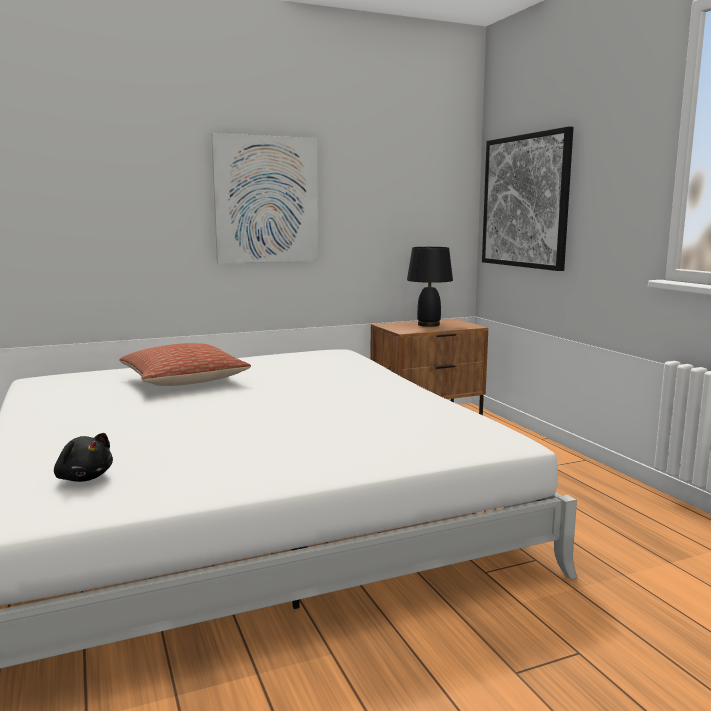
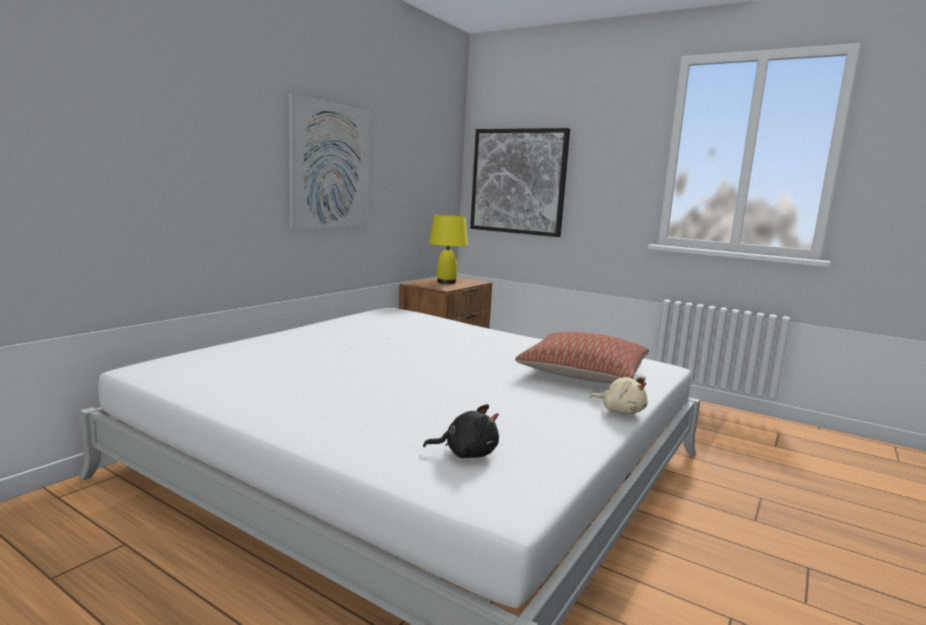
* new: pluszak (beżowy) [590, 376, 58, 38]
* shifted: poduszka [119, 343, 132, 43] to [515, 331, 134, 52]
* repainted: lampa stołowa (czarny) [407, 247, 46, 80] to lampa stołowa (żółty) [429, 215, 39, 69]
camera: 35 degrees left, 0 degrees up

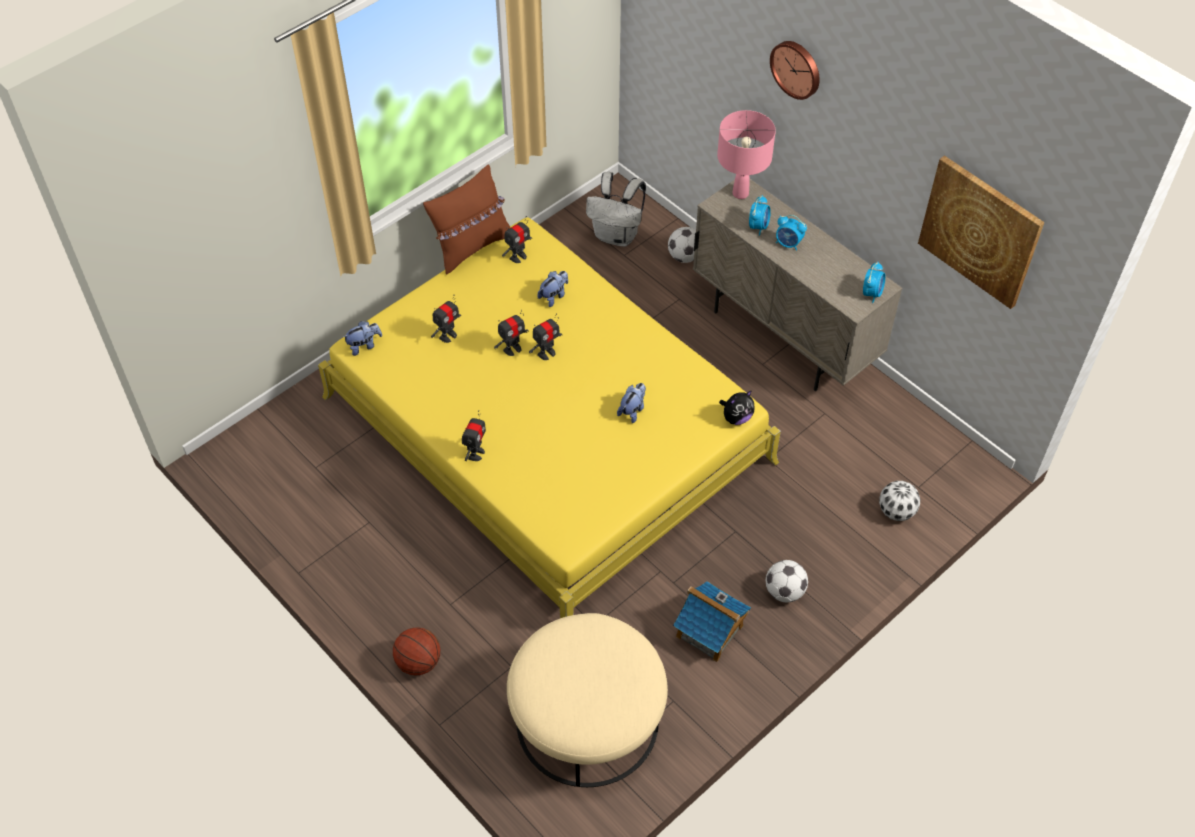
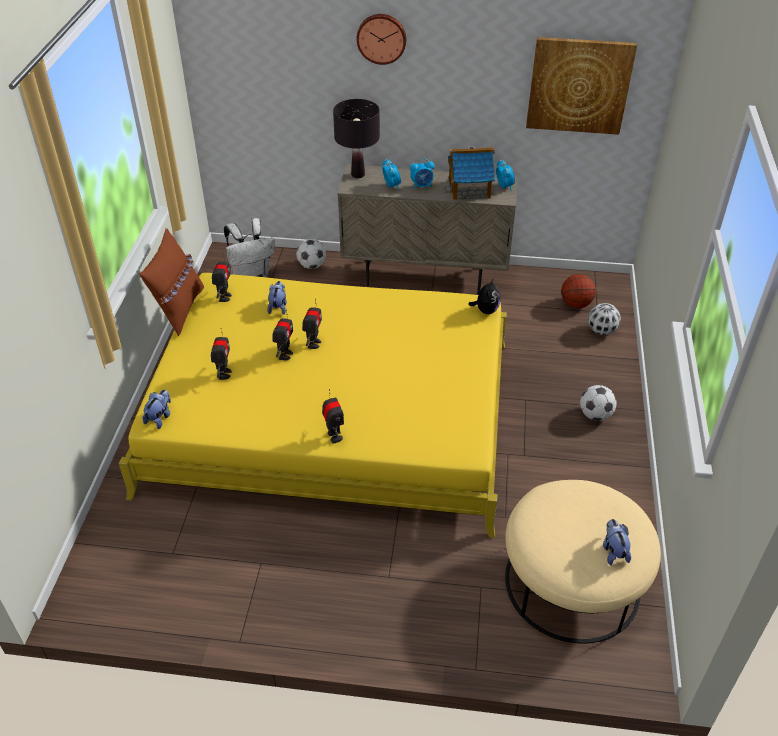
* shifted: piłka do koszykówki [393, 627, 47, 49] to [561, 274, 35, 34]
* shifted: pluszak [617, 383, 29, 40] to [603, 519, 28, 46]
* shifted: domek [673, 581, 78, 81] to [445, 146, 50, 54]
* repainted: lampa stołowa (różowy) [717, 110, 59, 89] to lampa stołowa (czarny) [333, 99, 47, 79]
camera: 40 degrees left, 10 degrees down

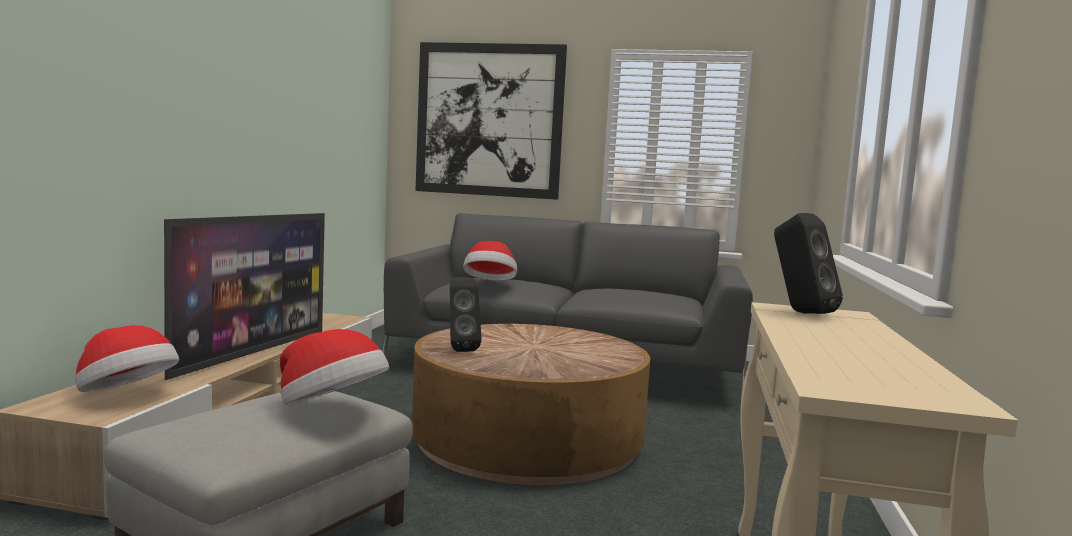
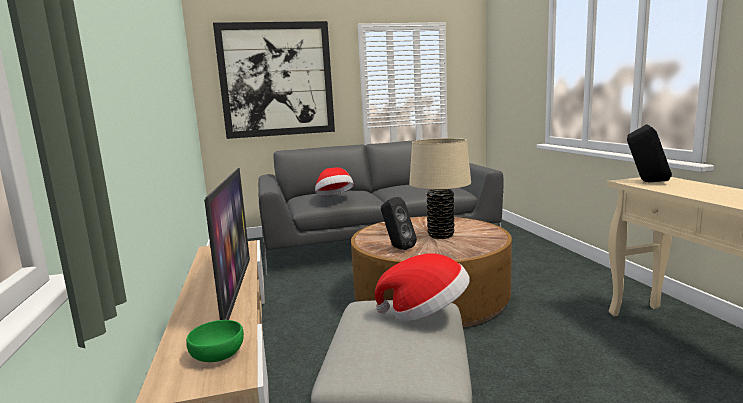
* new: lampa stołowa (beżowy) [409, 138, 62, 101]
* swapped: kapelusz [75, 325, 104, 67] to miska (zielony) [186, 320, 58, 42]
camera: 25 degrees left, 5 degrees up

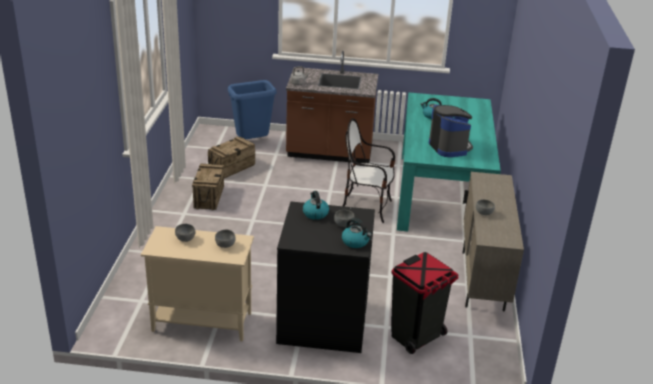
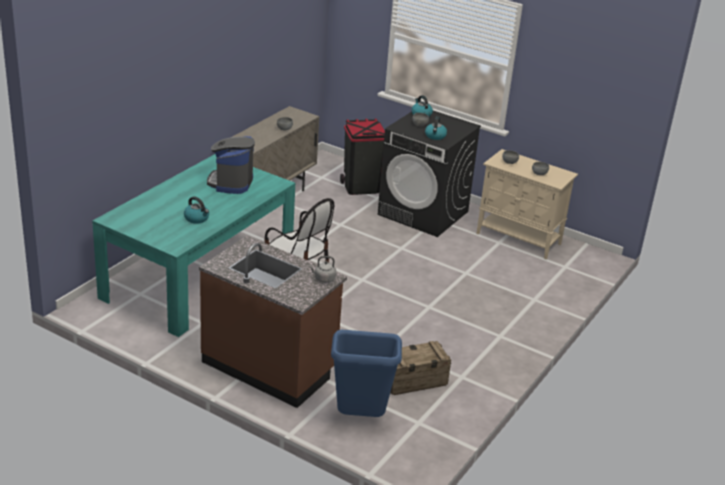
* gone: skrzynka [192, 164, 32, 46]
camera: 155 degrees left, 0 degrees up

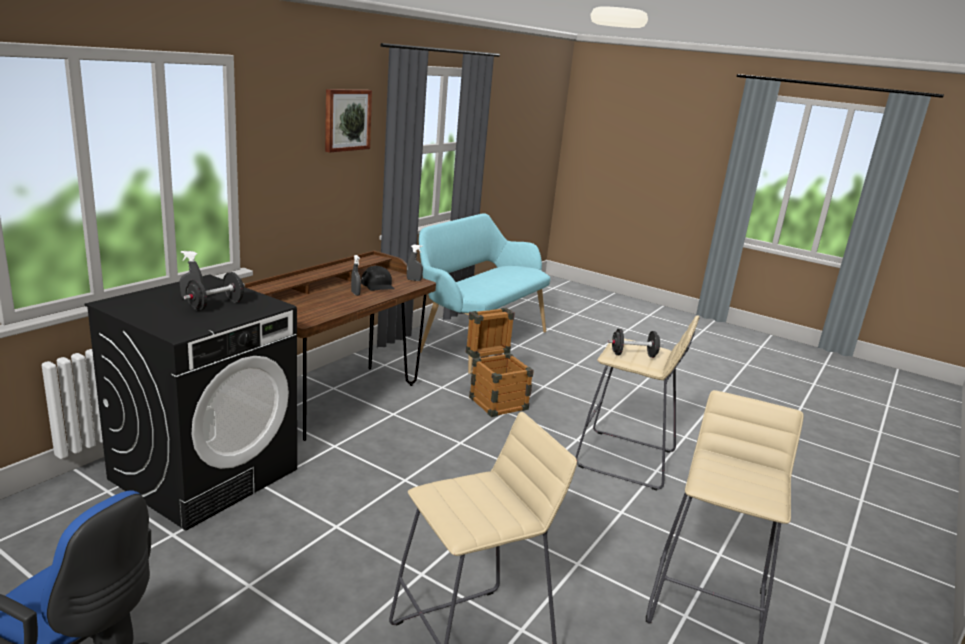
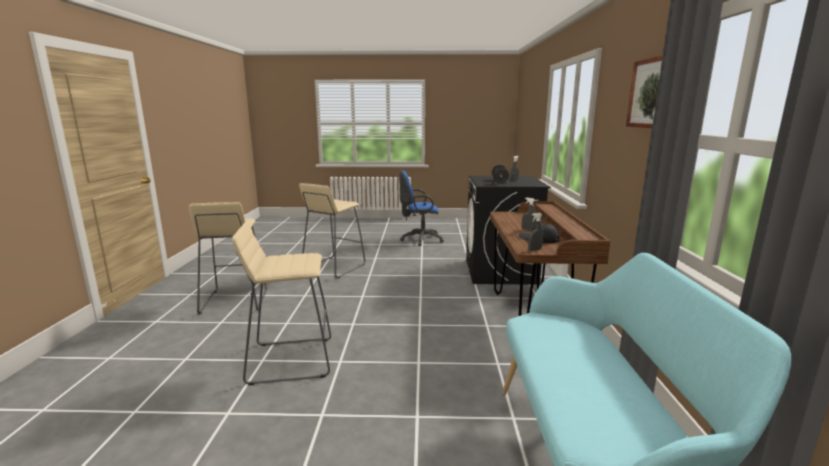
* gone: skrzynka [466, 308, 68, 109]
* gone: hantel (czarny) [608, 329, 56, 29]
camera: 150 degrees right, 5 degrees down

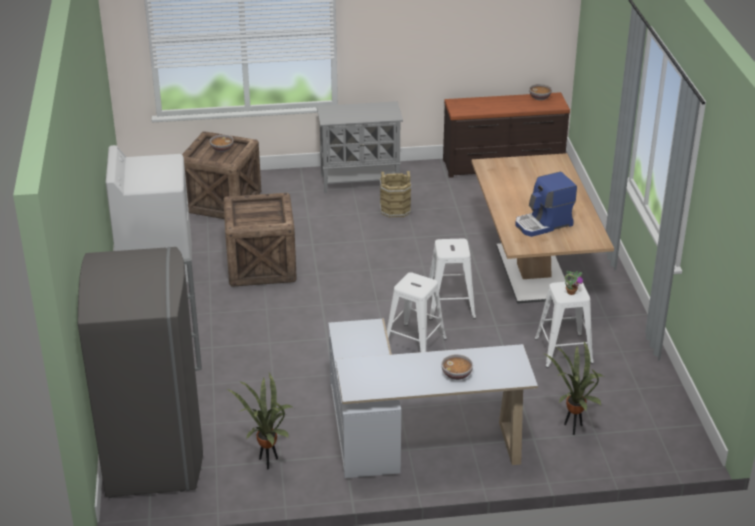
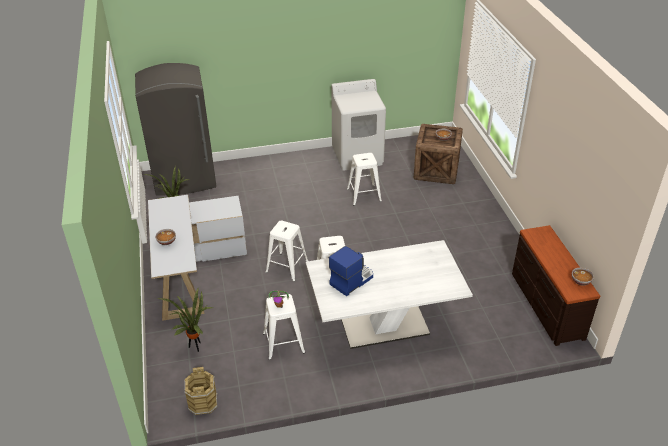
* gone: szafka (szary) [317, 101, 86, 93]
* shifted: wiadro (brązowy) [380, 171, 31, 47] to [184, 367, 34, 48]
* swapped: skrzynka [223, 193, 74, 94] to stołek (biały) [347, 153, 35, 53]
* repainted: stół jadalny (brązowy) [471, 153, 143, 151] to stół jadalny (biały) [306, 240, 167, 109]
* rotated: ekspres do kawy [515, 172, 62, 65] = [329, 246, 44, 50] 75 degrees clockwise
camera: 85 degrees right, 5 degrees up

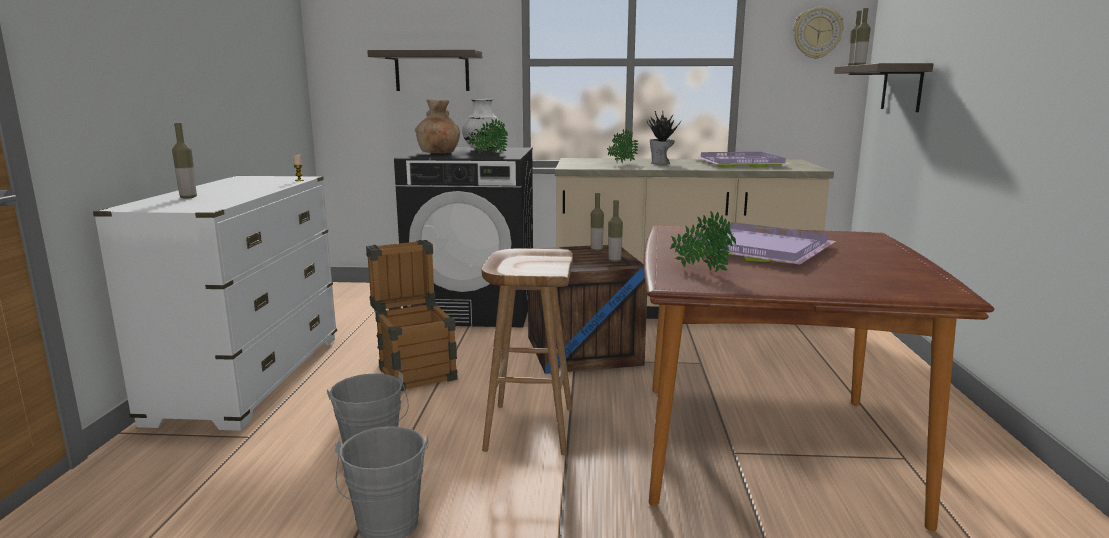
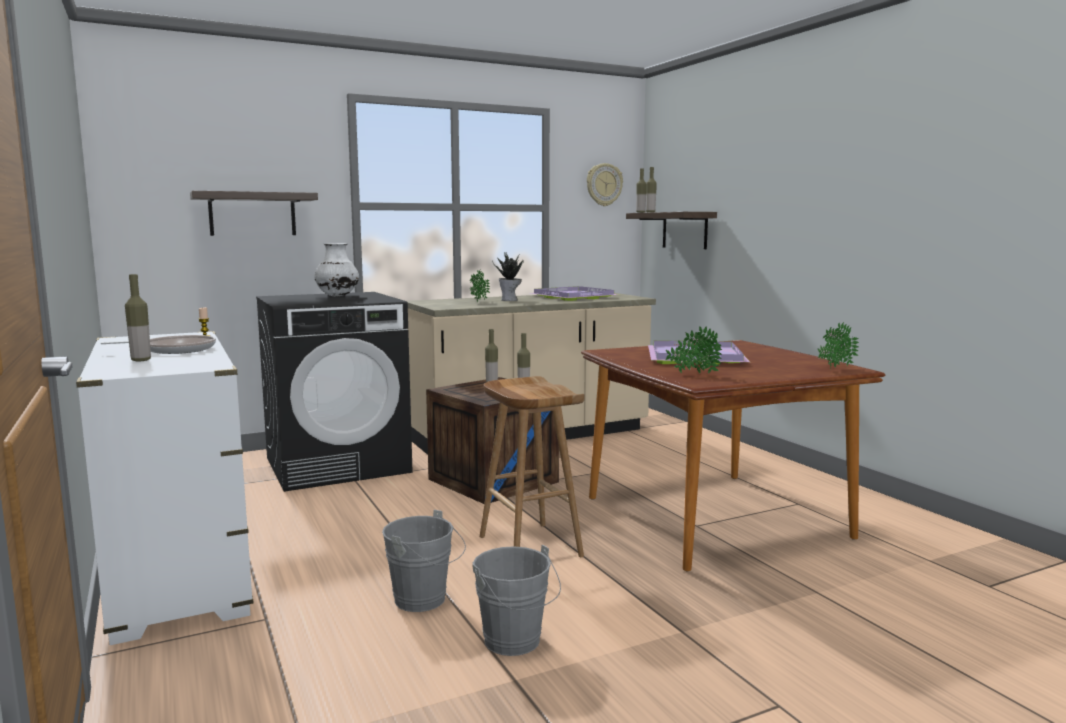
* gone: skrzynka [366, 240, 92, 151]
* gone: wazon (brązowy) [415, 99, 45, 54]
* new: patelnia [101, 335, 115, 19]
* shifted: roślina doniczkowa [469, 118, 39, 36] to [818, 322, 41, 47]
camera: 30 degrees left, 5 degrees down

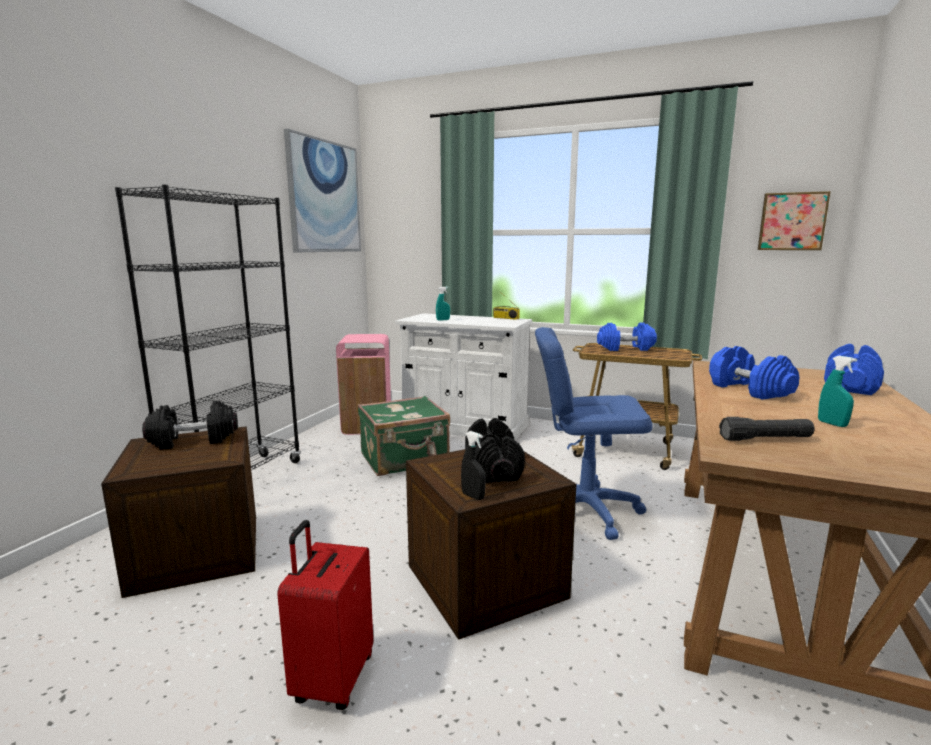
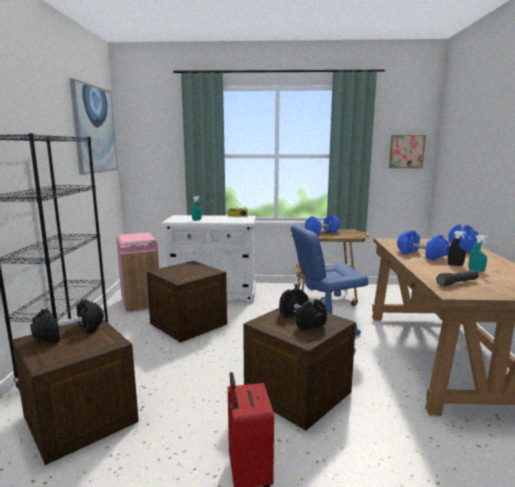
* shifted: spryskiwacz (czarny) [461, 431, 25, 69] to [448, 231, 18, 35]
* swapped: walizka (zielony) [358, 396, 92, 80] to skrzynka [147, 261, 80, 82]
camera: 20 degrees left, 0 degrees up

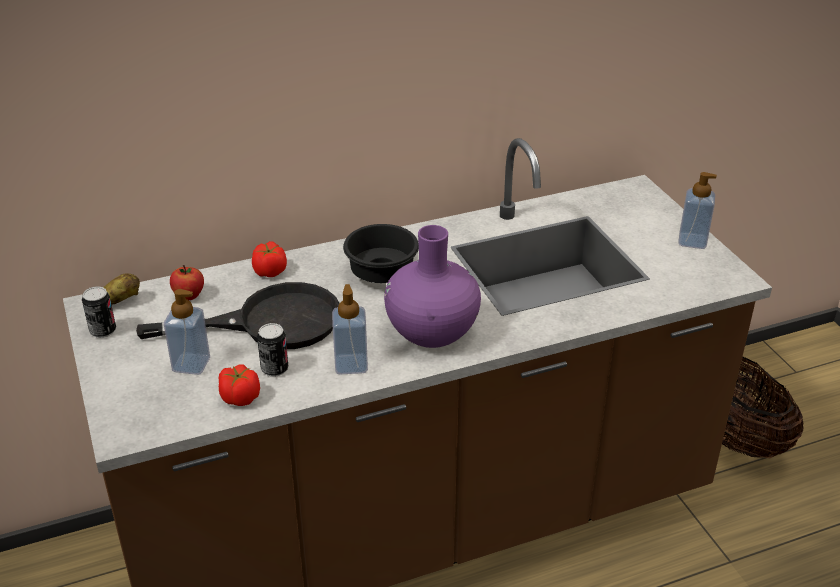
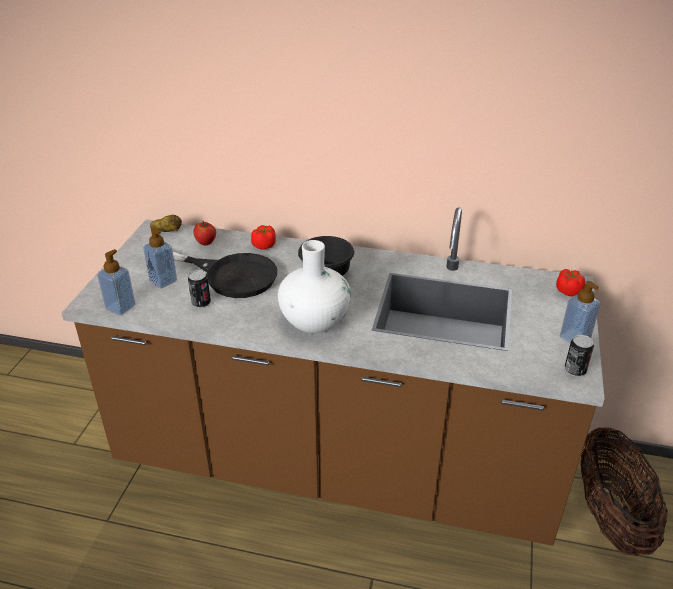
* shifted: puszka [82, 286, 34, 52] to [565, 335, 29, 42]
* shifted: pomidor [219, 364, 41, 42] to [556, 269, 29, 27]
* shifted: dozownik mydła [332, 284, 36, 90] to [97, 249, 39, 66]
* repainted: wazon (fioletowy) [384, 225, 97, 123] to wazon (biały) [278, 240, 73, 93]
camera: 35 degrees right, 0 degrees up

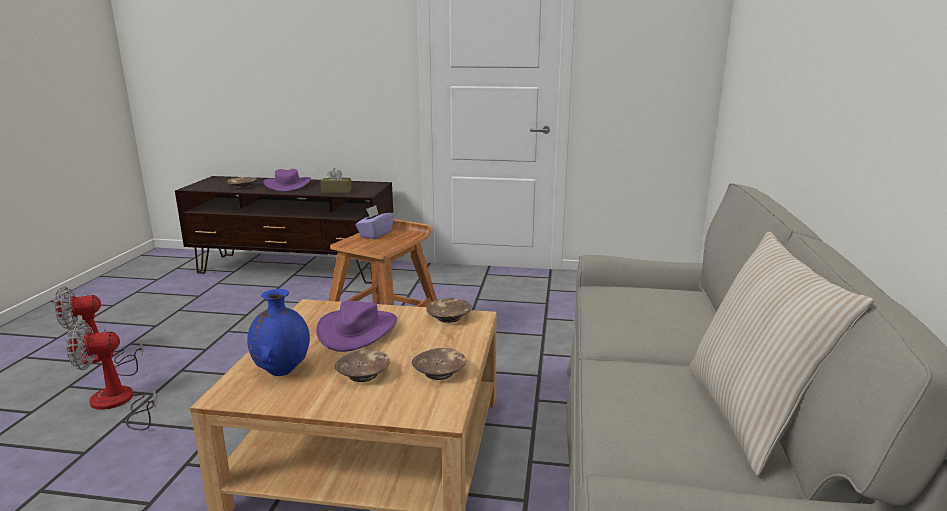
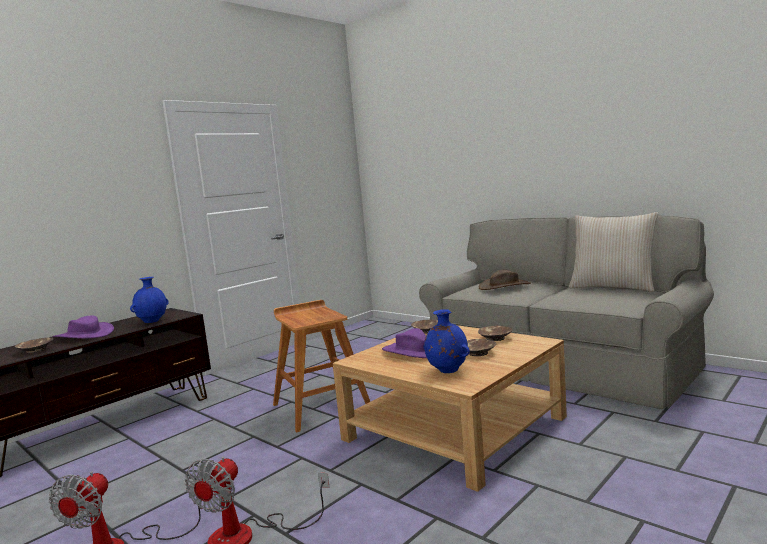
* gone: pudełko chusteczek (fioletowy) [356, 205, 38, 34]
* new: kapelusz (brązowy) [479, 270, 52, 20]
* swapped: pudełko chusteczek (brązowy) [320, 168, 32, 25] to wazon (niebieski) [130, 277, 39, 46]
camera: 55 degrees left, 10 degrees down

